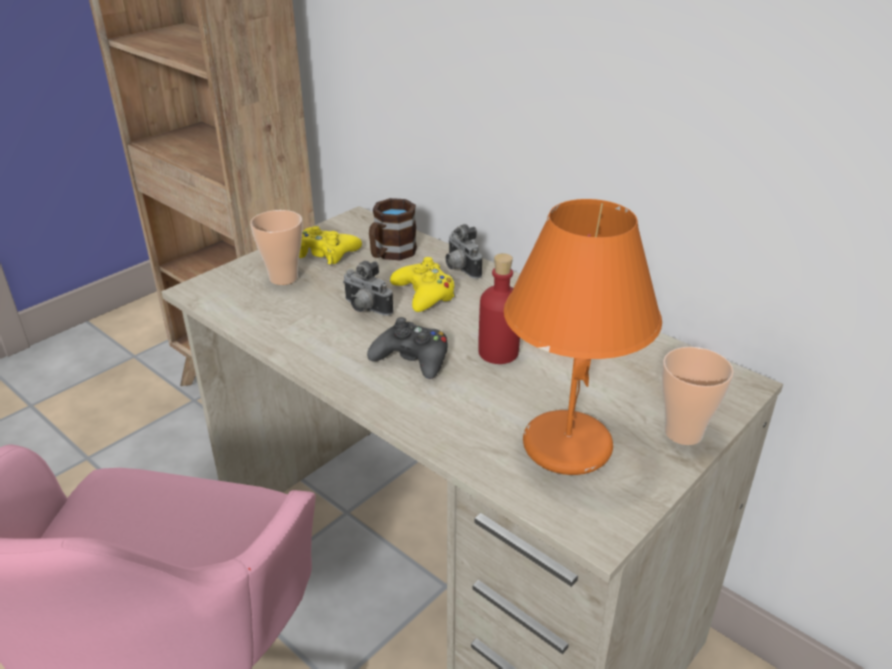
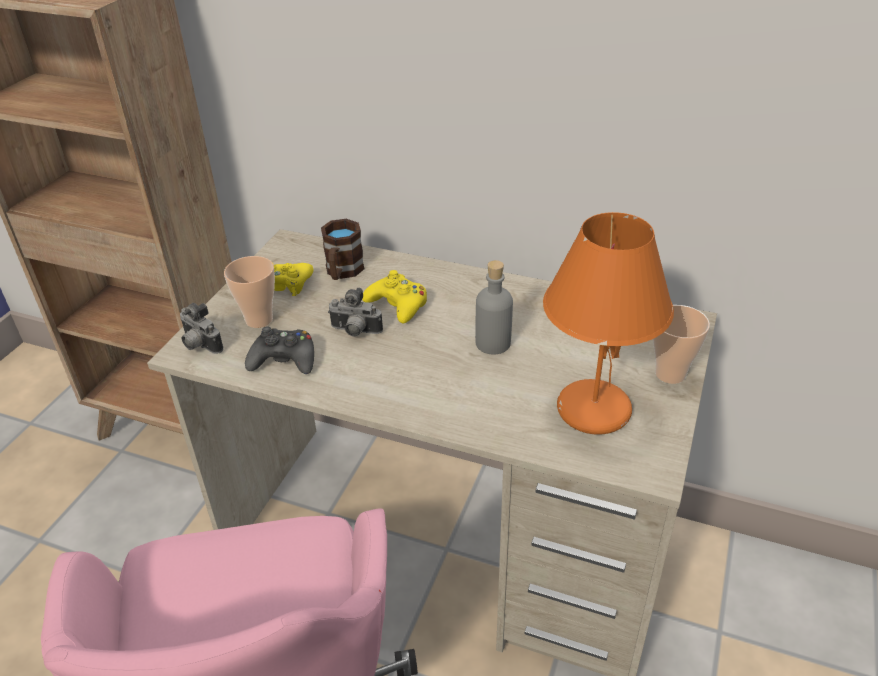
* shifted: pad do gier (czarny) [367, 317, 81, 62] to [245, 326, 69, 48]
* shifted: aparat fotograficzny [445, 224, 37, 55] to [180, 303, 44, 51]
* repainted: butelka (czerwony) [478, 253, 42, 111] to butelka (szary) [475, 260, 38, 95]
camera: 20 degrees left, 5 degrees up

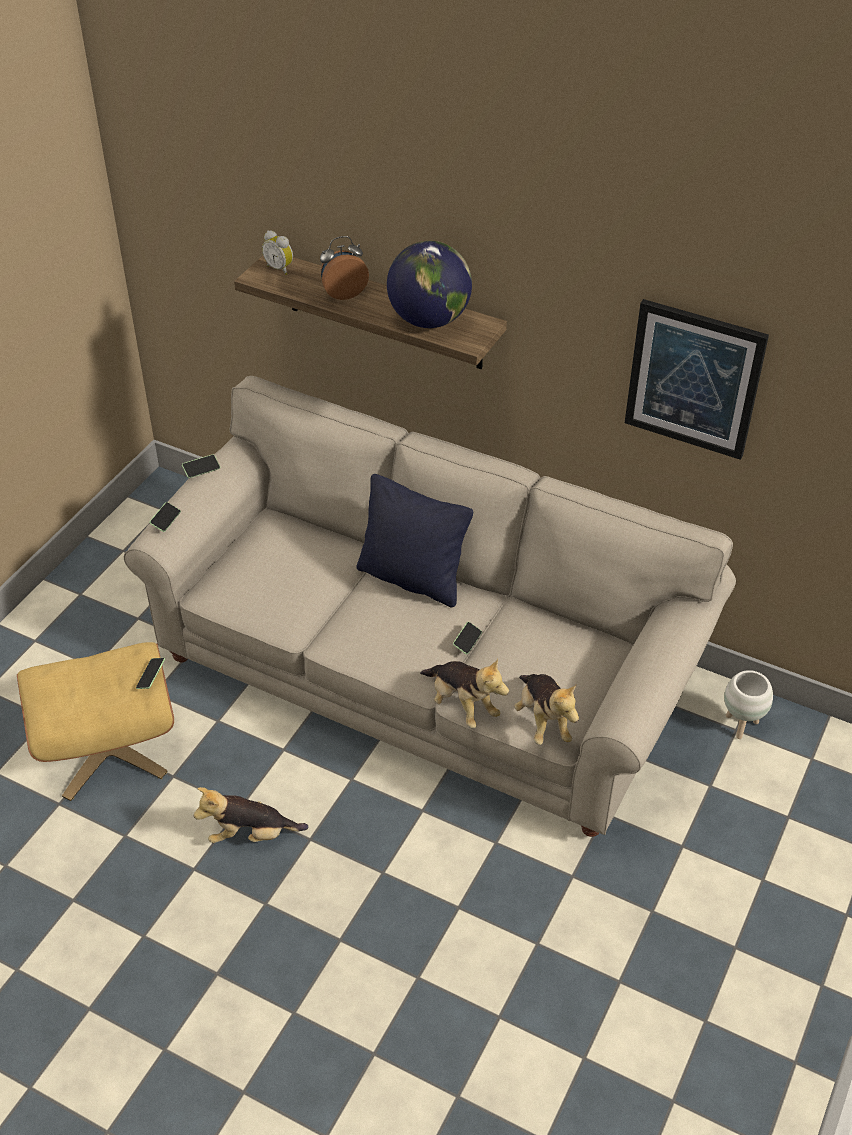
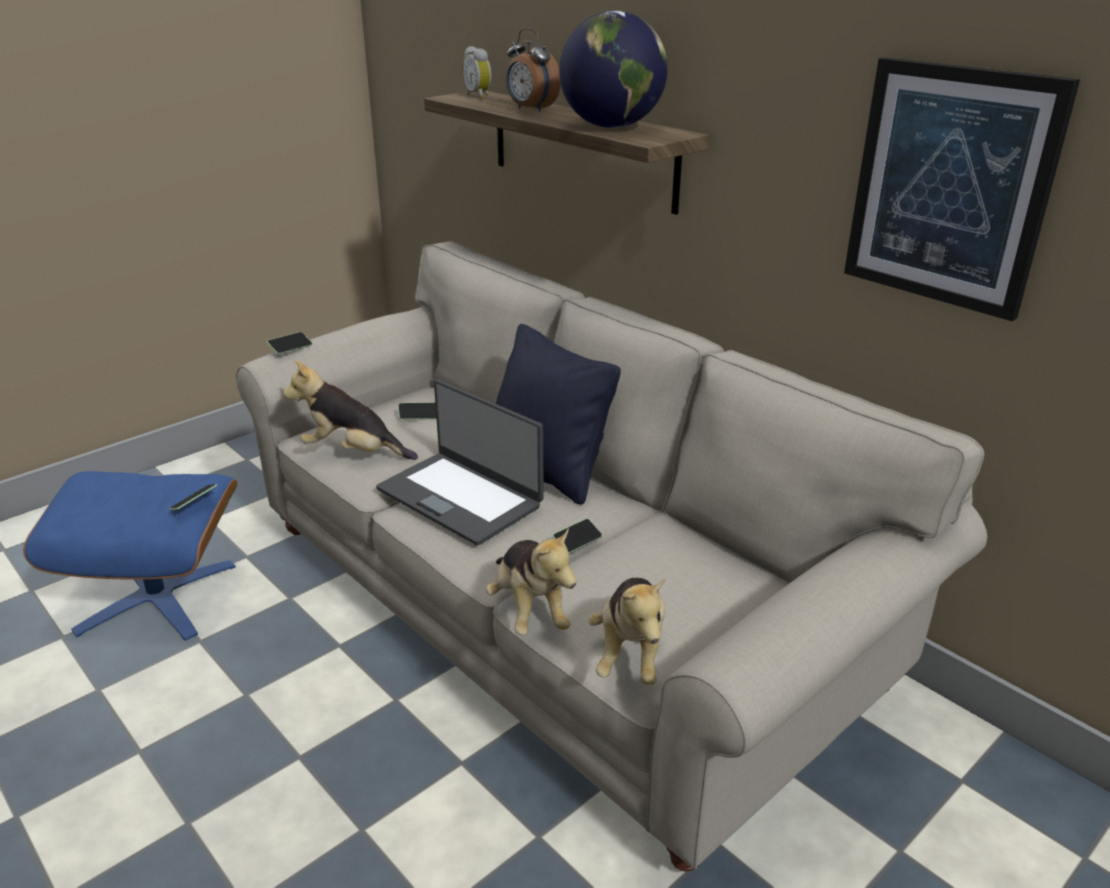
* gone: donica (biały) [724, 670, 49, 69]
* new: laptop [376, 379, 168, 166]
* shifted: telefon [182, 454, 38, 24] to [398, 402, 39, 18]
* shifted: pluszak [194, 787, 115, 56] to [283, 360, 135, 100]
* repainted: pufa (beżowy) [17, 642, 157, 159] to pufa (niebieski) [23, 471, 214, 170]
* rotated: budzik [320, 236, 49, 64] = [506, 28, 55, 84] 135 degrees counterclockwise
camera: 20 degrees right, 15 degrees down

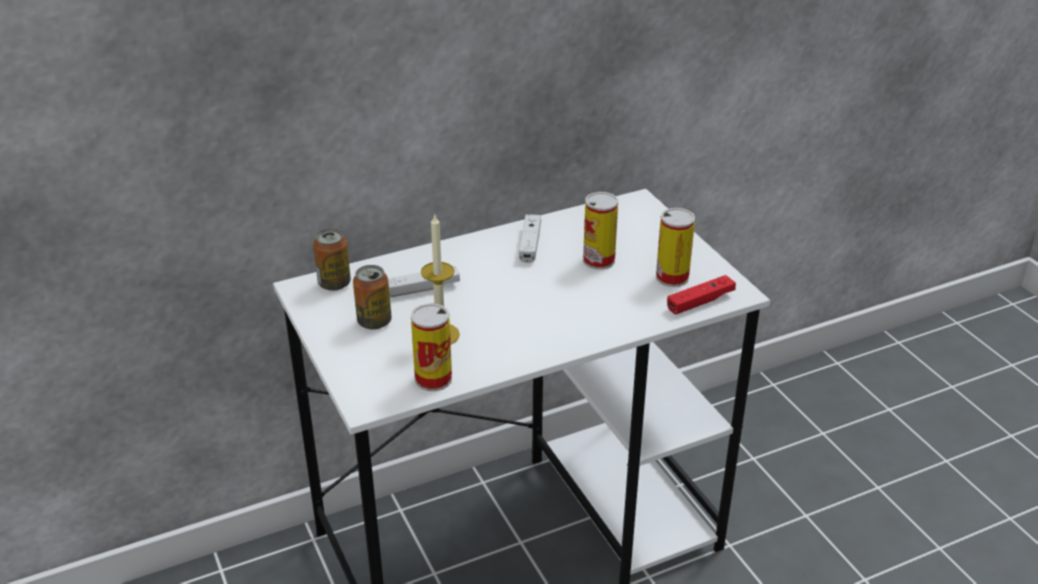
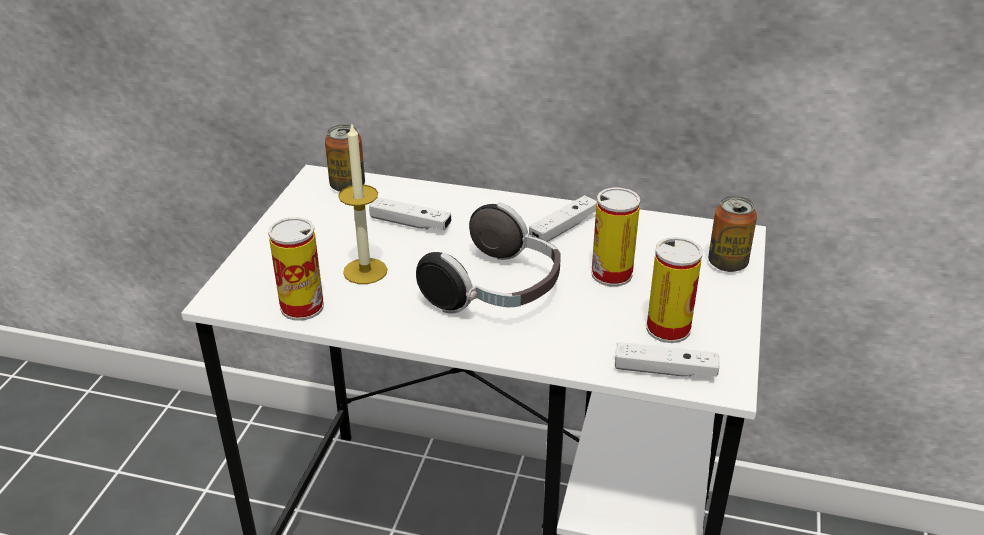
* new: słuchawki [416, 202, 145, 111]
* shifted: puszka [353, 265, 39, 65] to [708, 196, 49, 76]
* repainted: pad do gier (czerwony) [667, 275, 69, 39] to pad do gier (biały) [615, 342, 104, 35]
camera: 40 degrees right, 0 degrees up

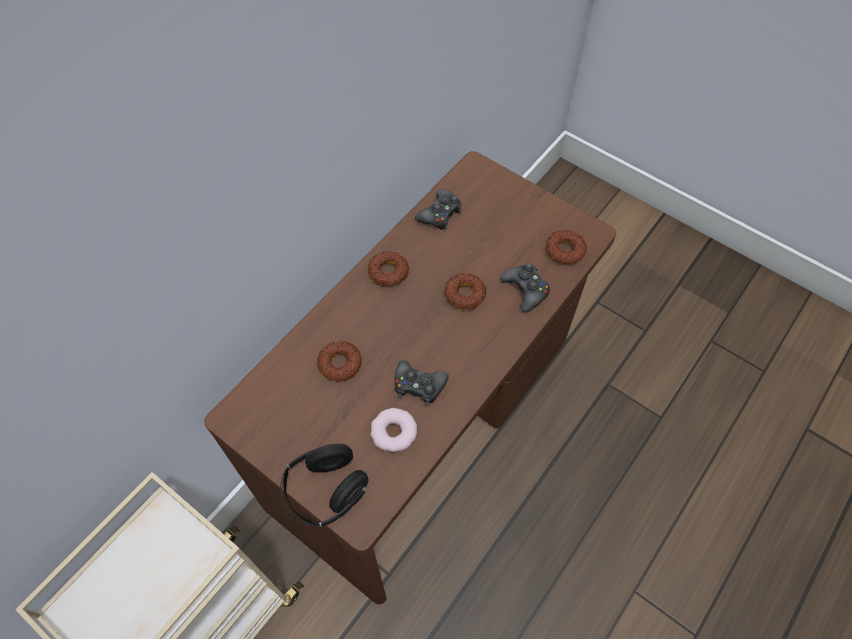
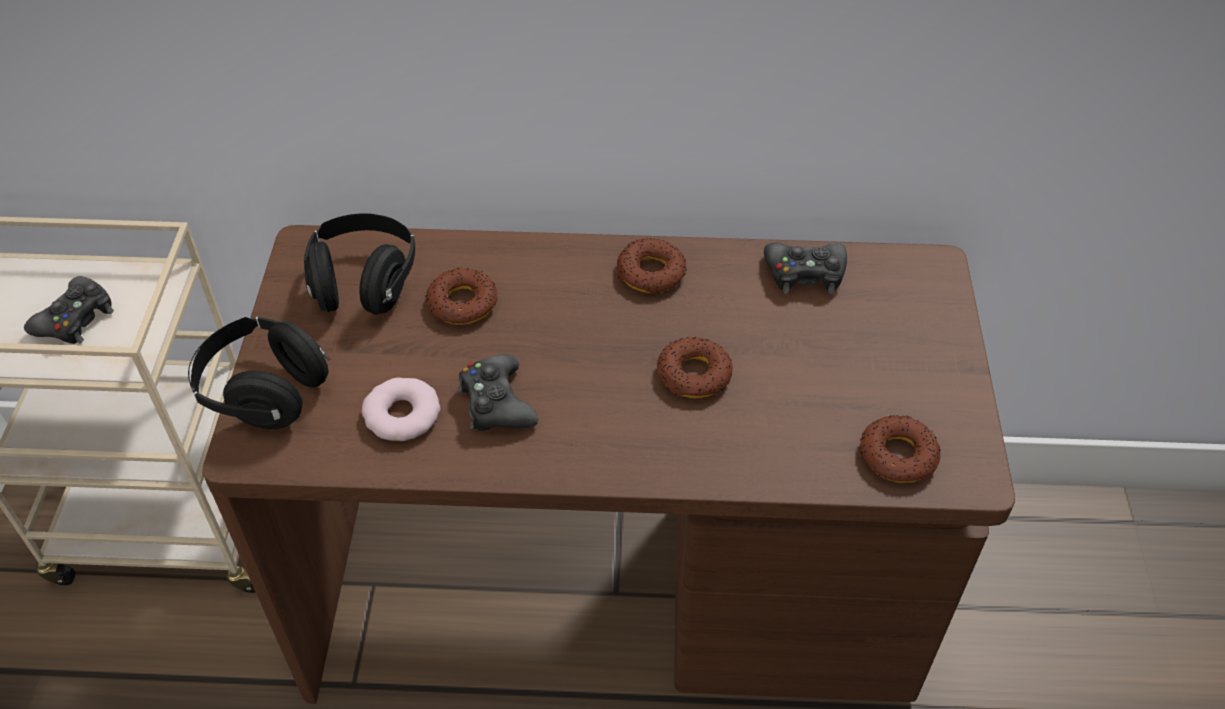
* new: słuchawki (czarny) [304, 214, 111, 101]
* shifted: pad do gier (czarny) [500, 263, 50, 50] to [24, 276, 90, 68]
camera: 55 degrees right, 10 degrees down

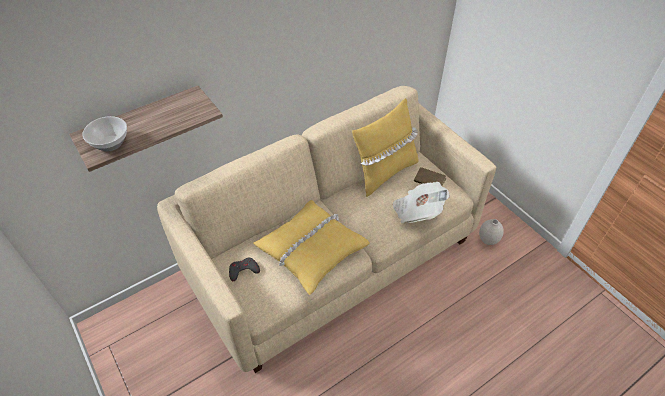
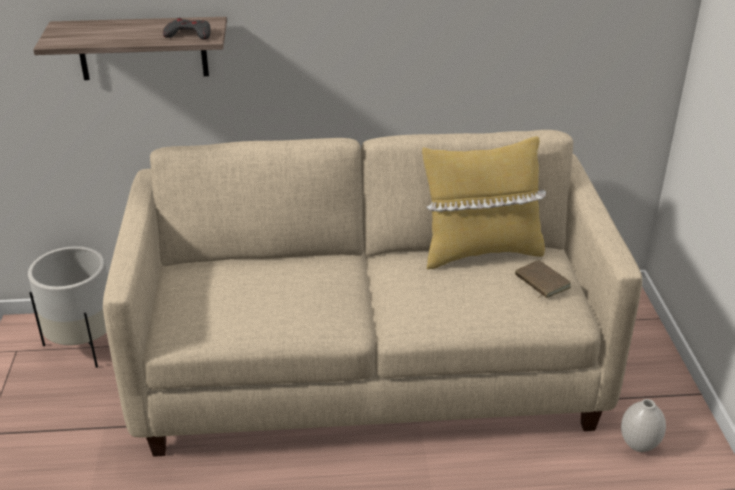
* gone: miska [83, 116, 44, 35]
* gone: poduszka (żółty) [253, 200, 117, 95]
* gone: gazeta [392, 182, 58, 42]
* new: donica (biały) [28, 246, 80, 122]
* shifted: pad do gier (szary) [229, 258, 31, 23] to [163, 18, 48, 22]
camera: 30 degrees right, 15 degrees down

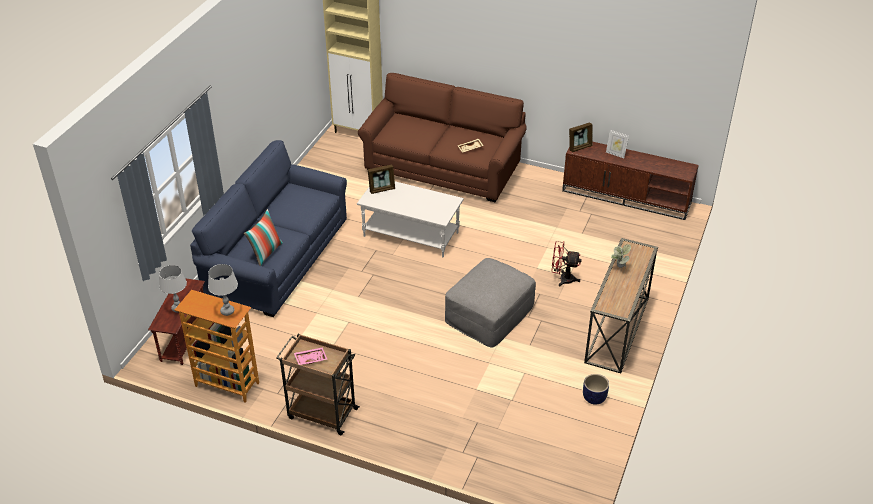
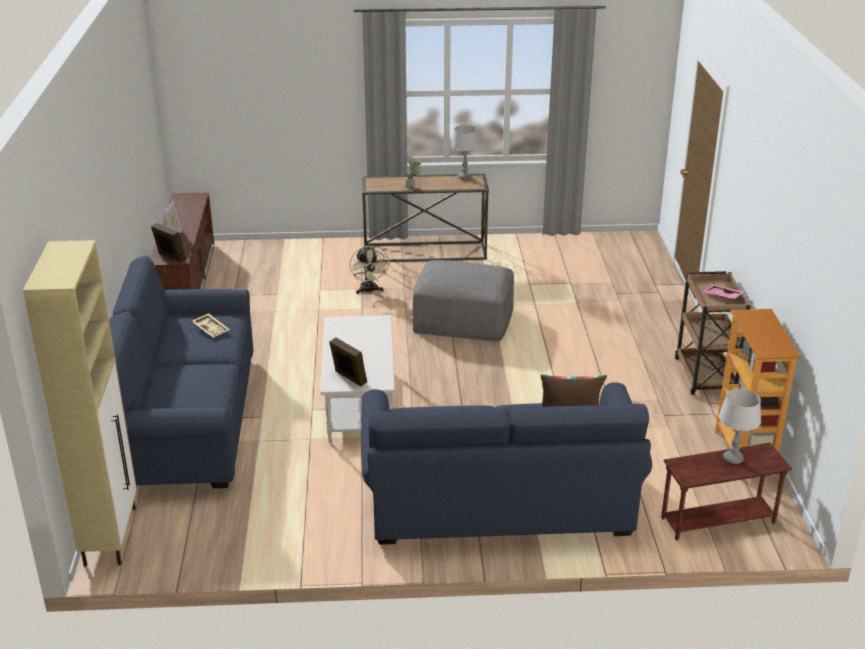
* gone: donica [583, 374, 26, 31]
* shifted: lampa stołowa (szary) [208, 264, 30, 52] to [451, 125, 28, 55]
* repainted: kanapa (brązowy) [358, 73, 169, 130] to kanapa (niebieski) [109, 256, 144, 232]
* repainted: wentylator (czerwony) [551, 241, 31, 46] to wentylator (beżowy) [350, 245, 40, 49]
camera: 115 degrees left, 10 degrees down

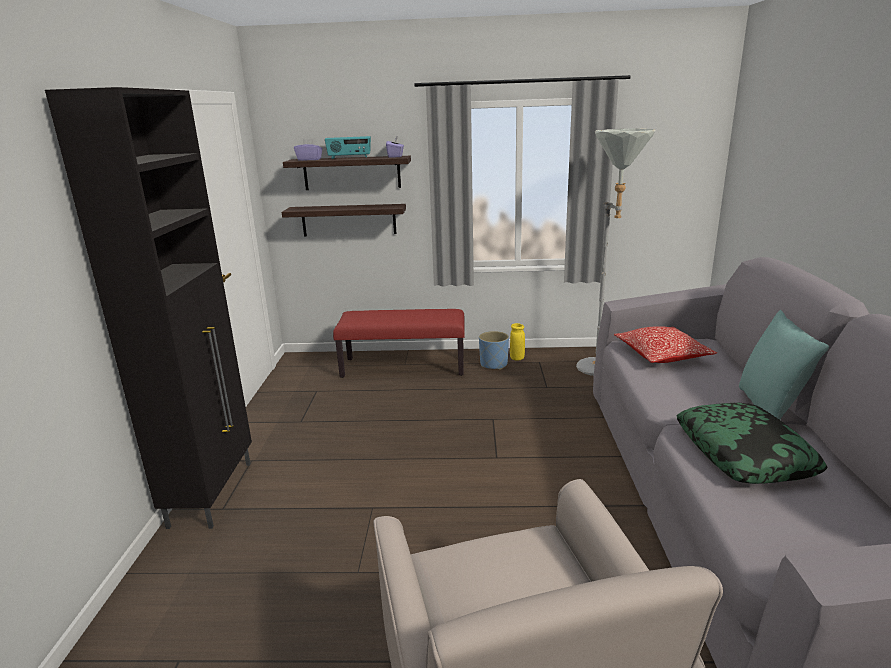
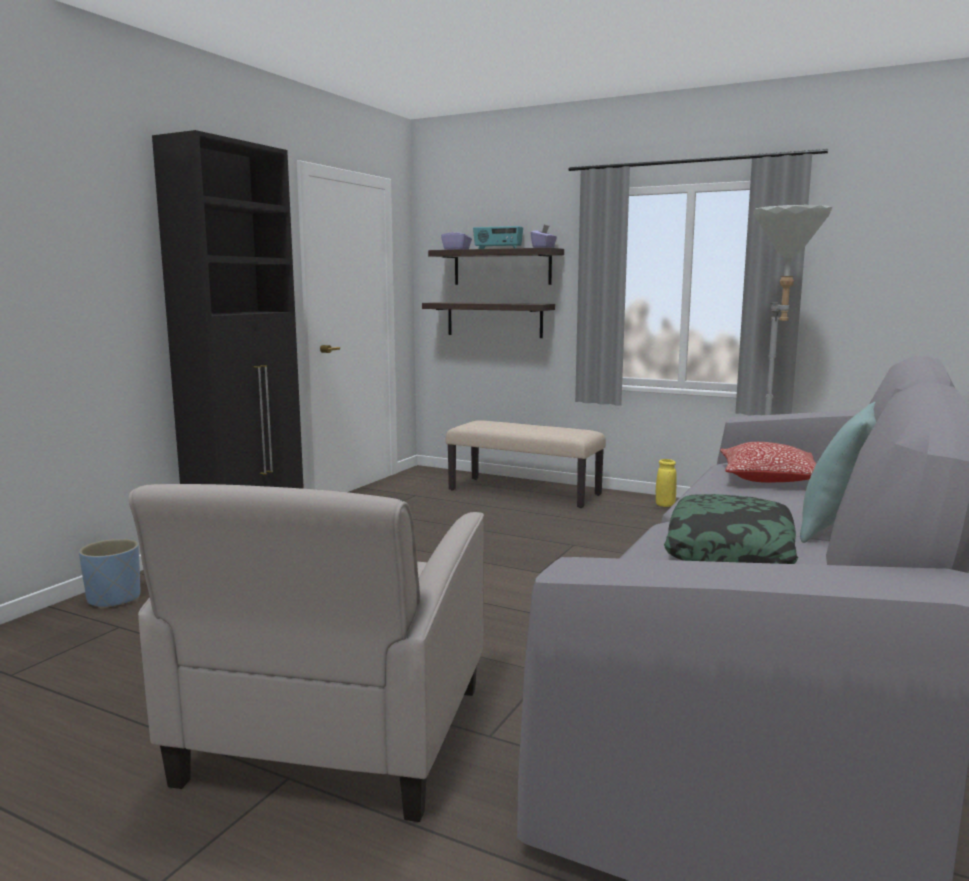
* shifted: donica (niebieski) [479, 331, 30, 39] to [79, 539, 62, 70]
* repainted: ławka (czerwony) [333, 309, 132, 69] to ławka (beżowy) [446, 420, 160, 88]
camera: 25 degrees right, 10 degrees down

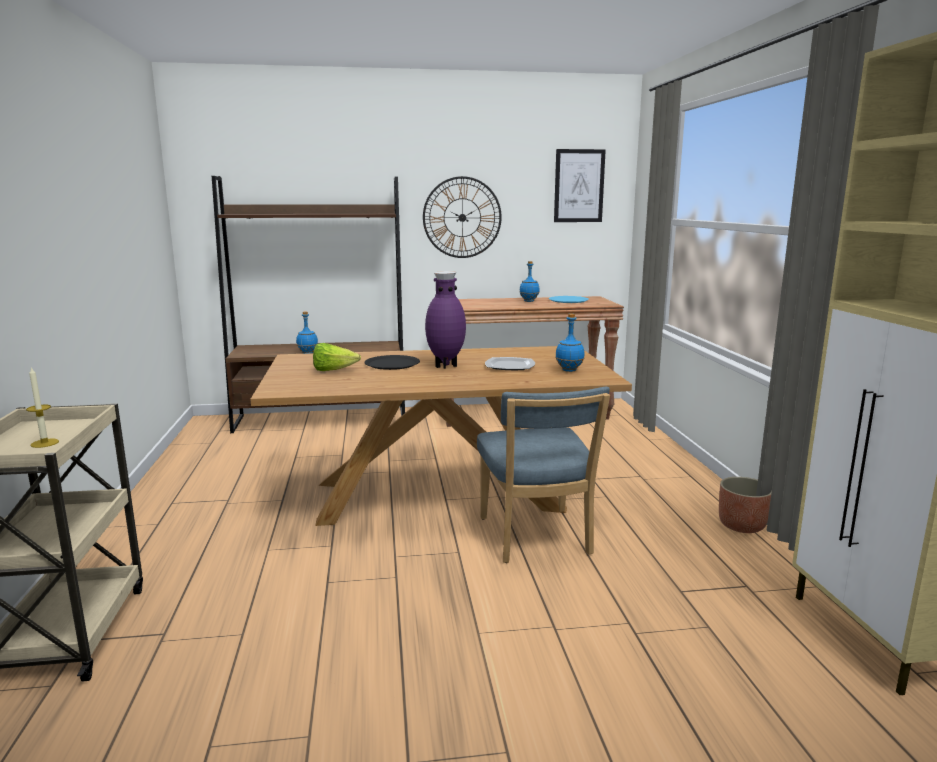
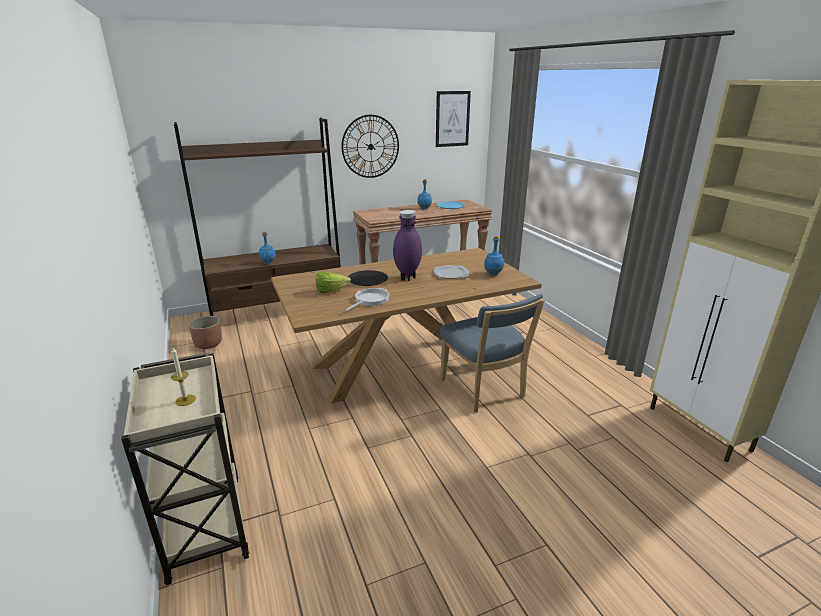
* new: patelnia [344, 288, 45, 24]
* shifted: donica [719, 477, 53, 56] to [189, 316, 33, 33]
camera: 15 degrees left, 10 degrees up

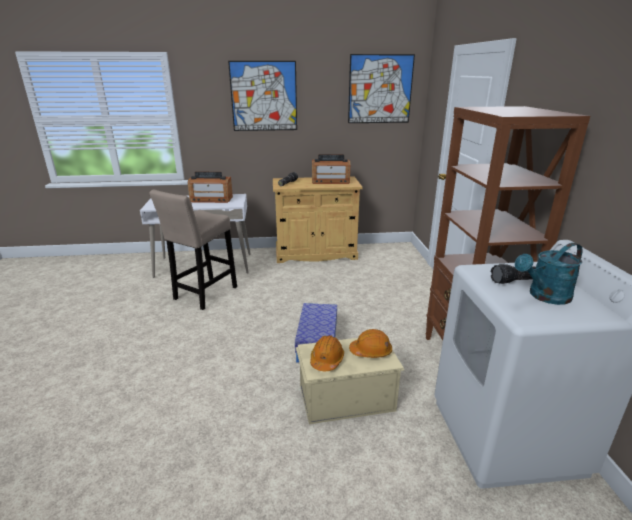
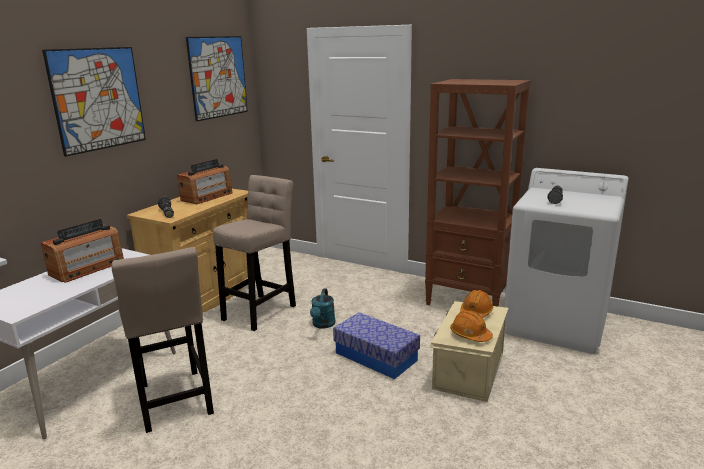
* new: stołek (beżowy) [213, 175, 83, 156]
* shifted: konewka (turkusowy) [515, 243, 67, 62] to [310, 288, 25, 41]
camera: 55 degrees left, 5 degrees down

